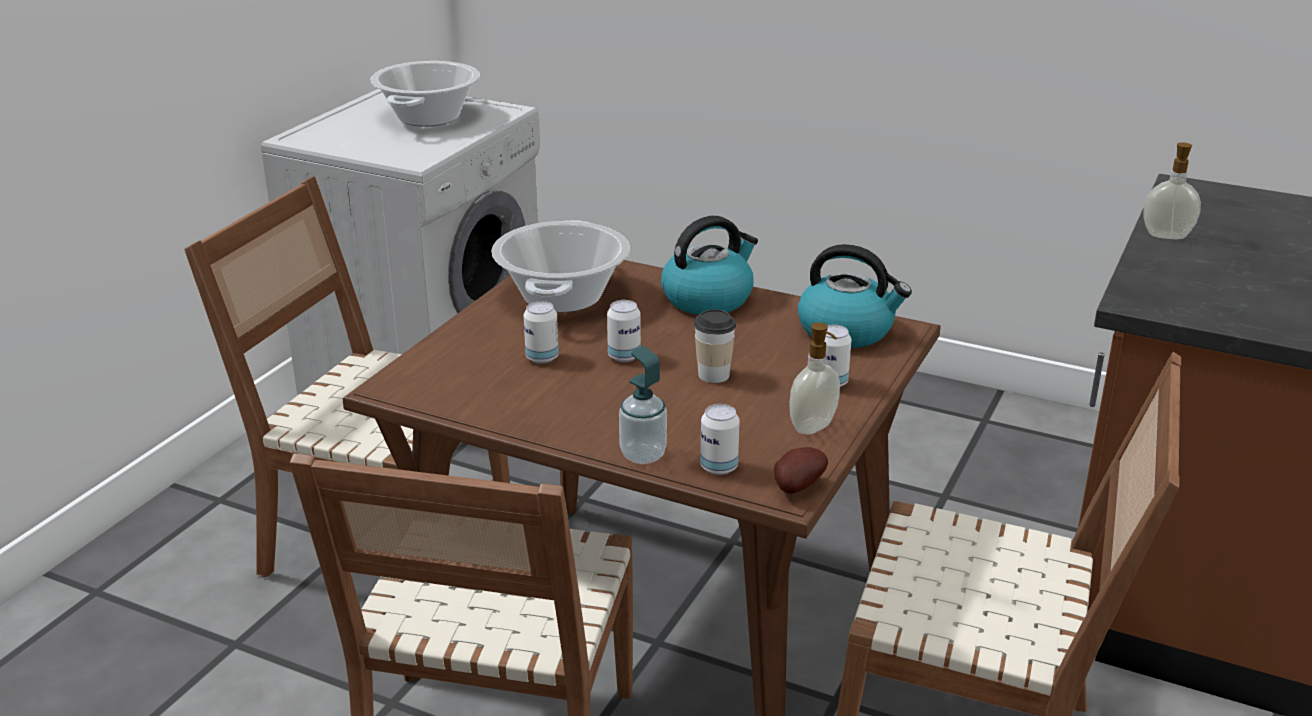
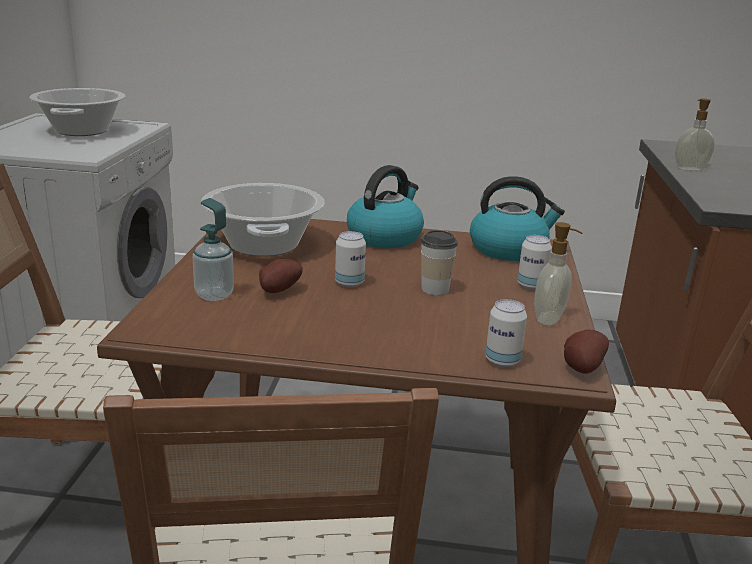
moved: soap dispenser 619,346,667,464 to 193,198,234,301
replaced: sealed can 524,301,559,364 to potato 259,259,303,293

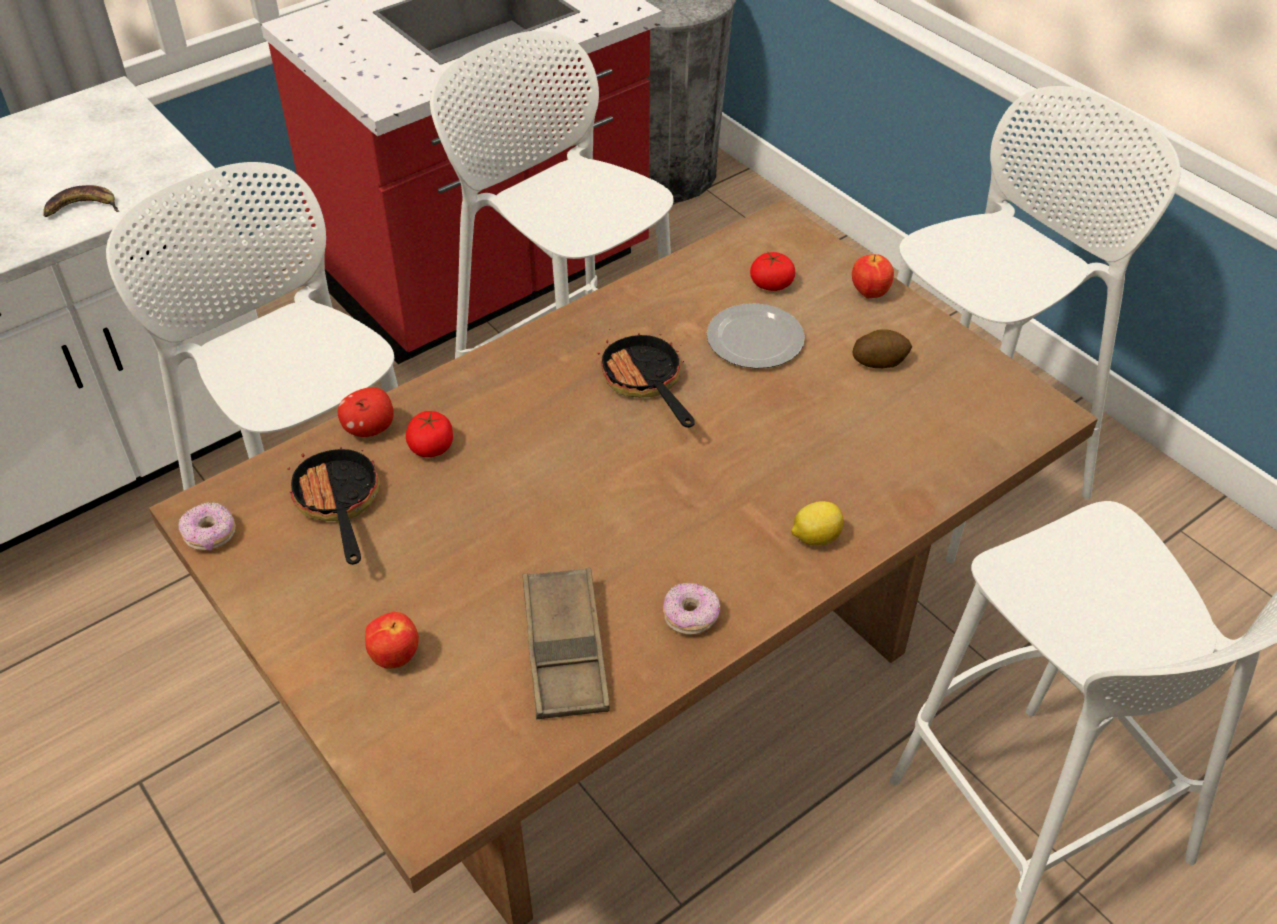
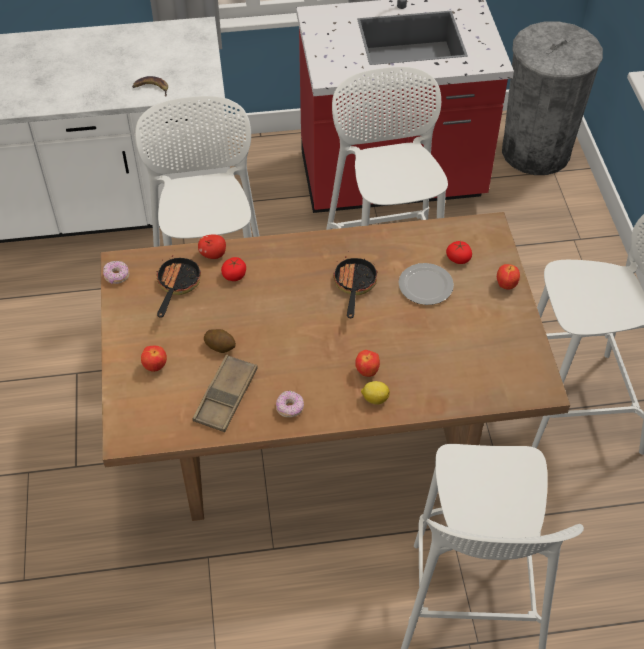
added: whole apple 355,350,380,377
moved: potato 853,329,912,368 to 204,329,236,353

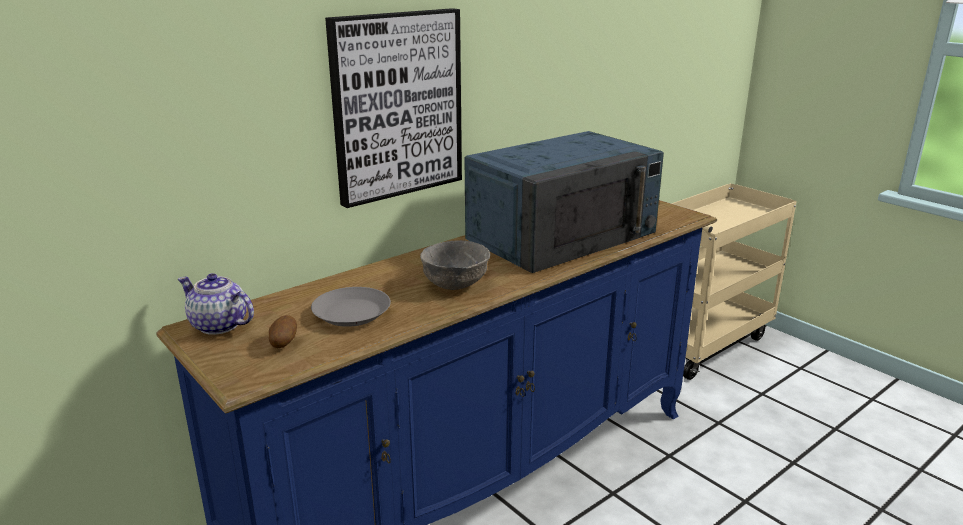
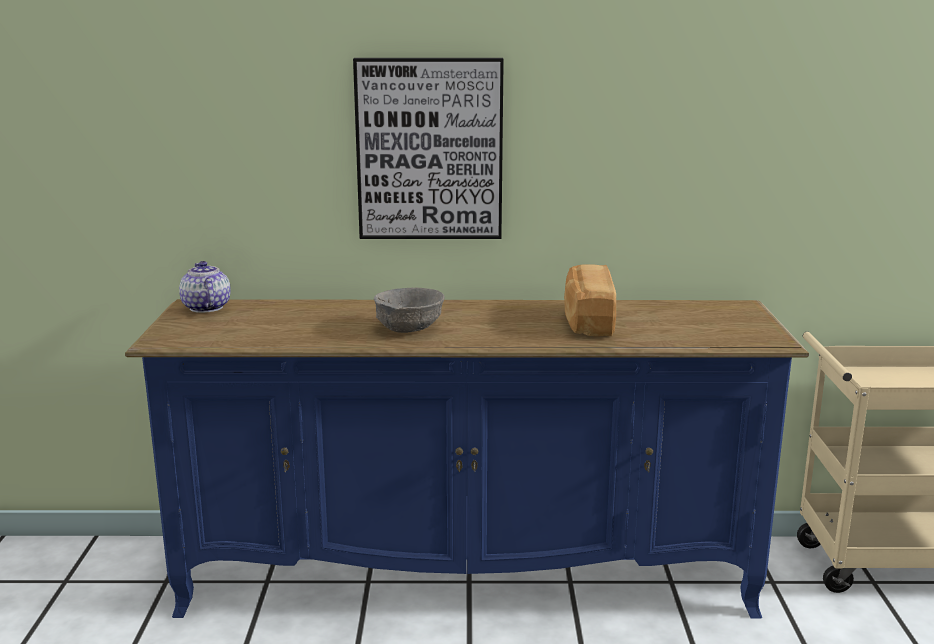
removed: potato 269,315,297,348; flat dish (greyish) 311,287,391,327
replaced: microwave (blue) 465,131,664,273 to bakery bread 564,264,616,336

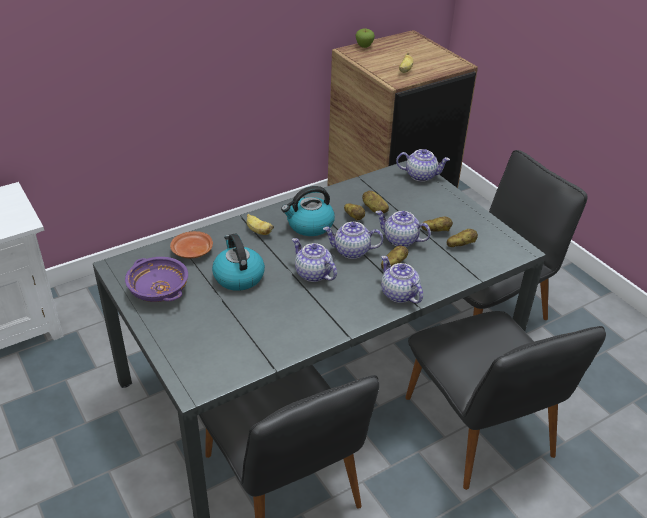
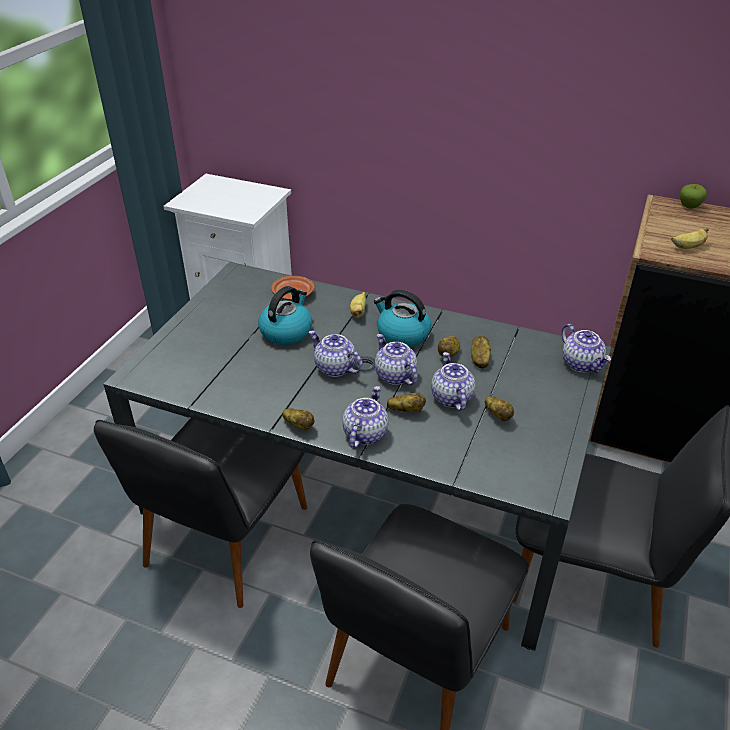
removed: bowl (purplish) 125,257,188,302
moved: potato 446,229,478,247 to 282,408,314,431
turned: teapot 292,238,337,282 = 309,330,363,377 60 degrees counterclockwise

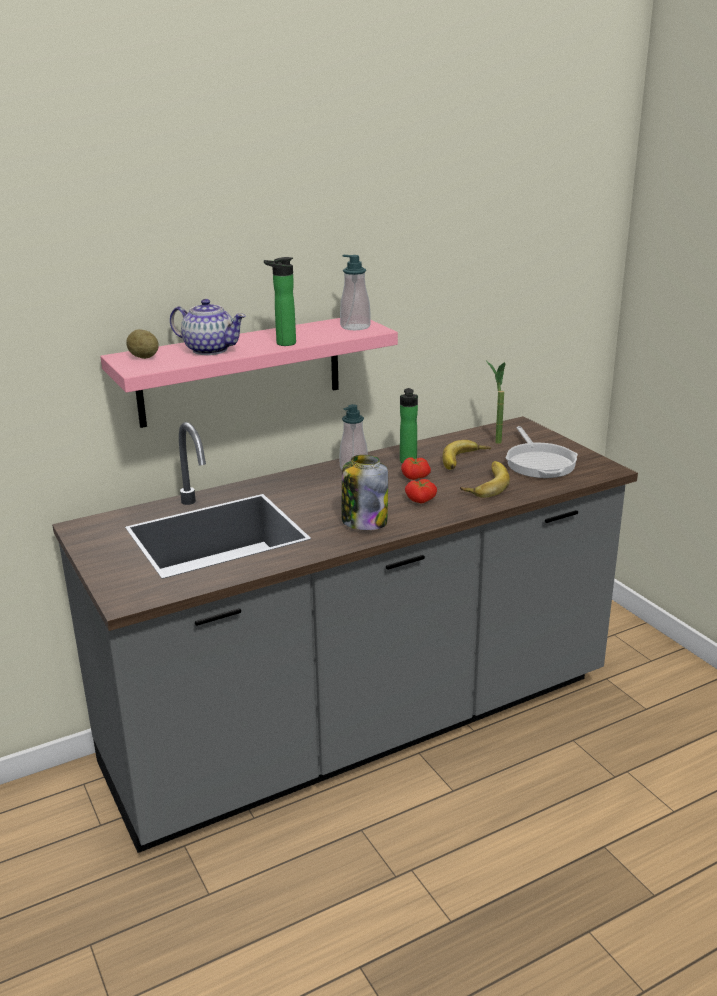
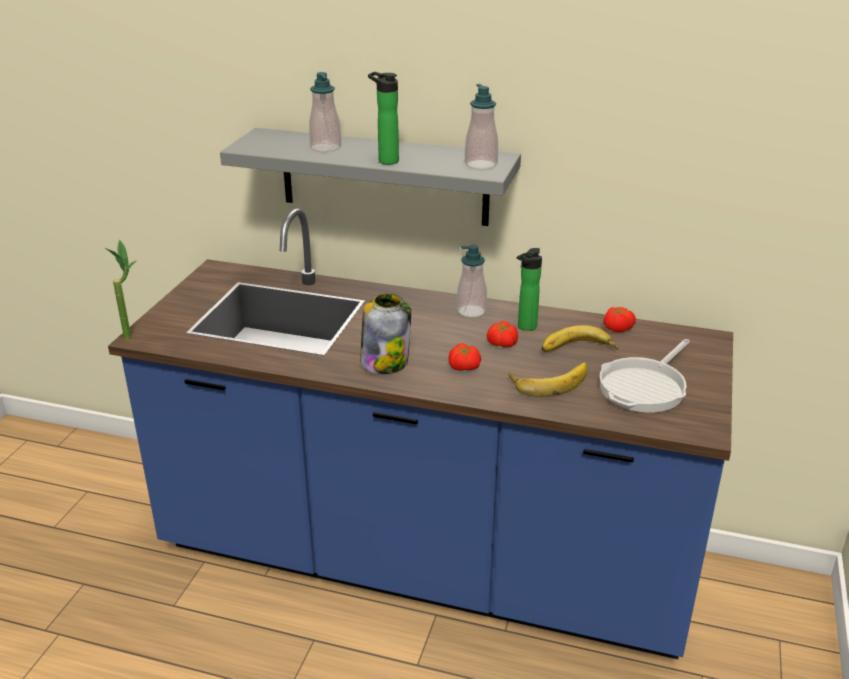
removed: potato 126,329,159,359
added: fresh tomato 604,307,636,332
moved: houseplant 486,361,505,444 to 105,240,136,340
replaced: teapot 170,299,246,355 to soap dispenser 309,72,341,152
recoloured: kitchen counter (greyish) 52,416,638,853 to kitchen counter (blue) 108,208,733,659; bracket shelf (pink-coloured) 100,318,398,428 to bracket shelf (greyish) 220,128,521,226

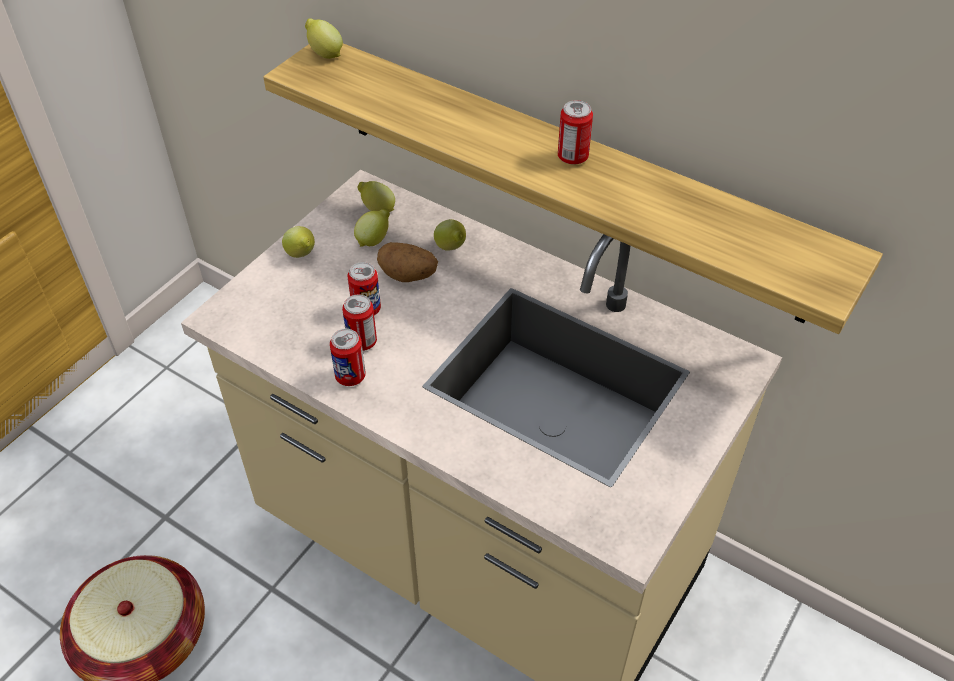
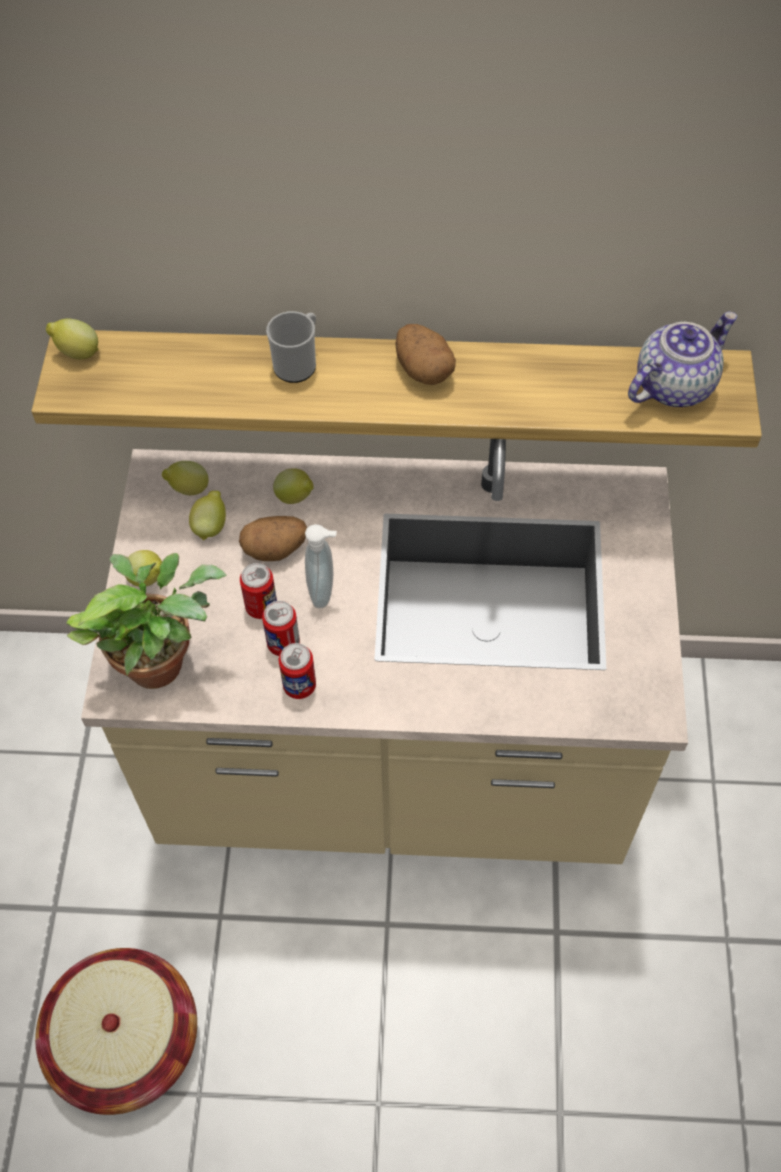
added: houseplant 66,553,227,689; tea mug 266,311,316,383; soap dispenser 305,524,337,608; teapot 628,311,738,407
replaced: sealed can 558,100,593,164 to potato 395,324,456,385

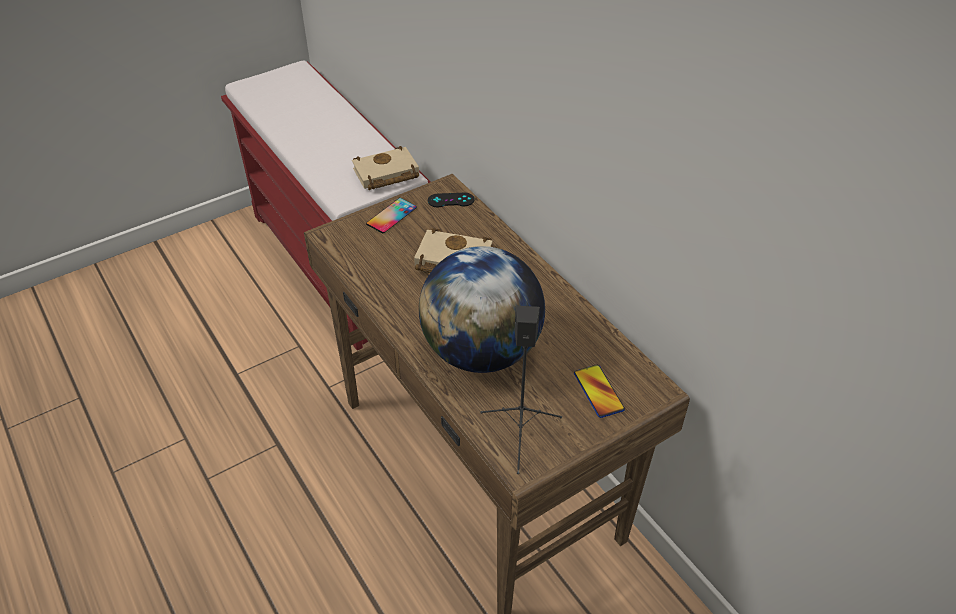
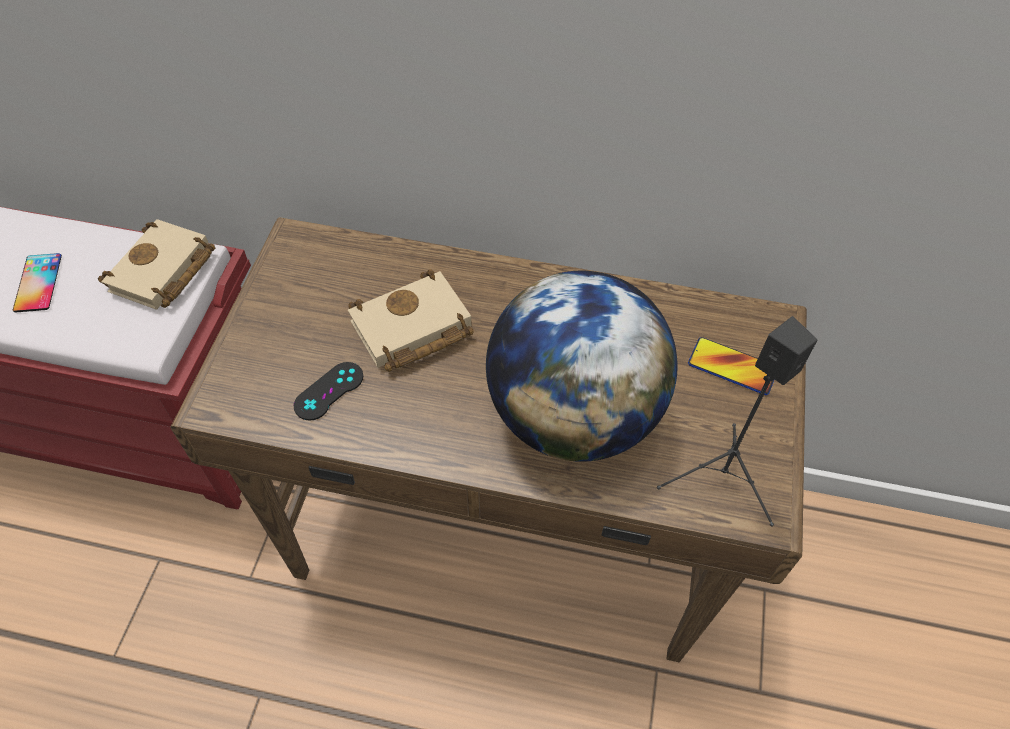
moved: phone 366,198,417,233 to 13,253,62,312; game controller (blackish) 428,193,474,208 to 293,362,363,421

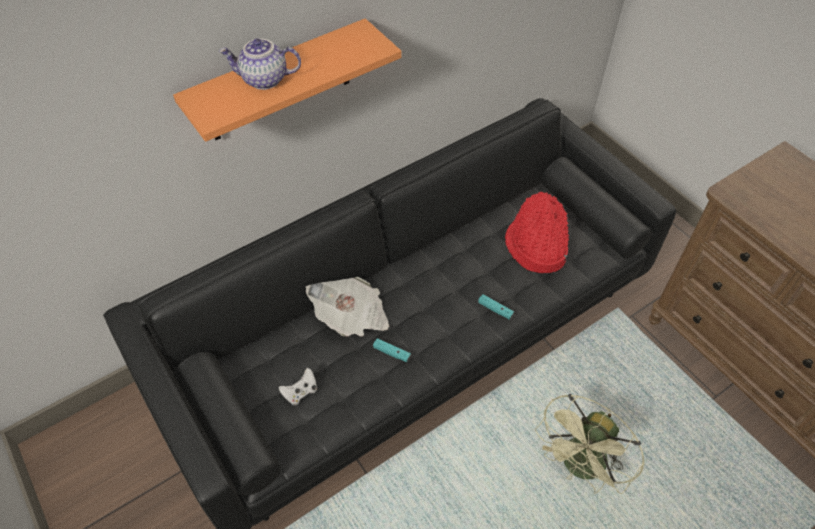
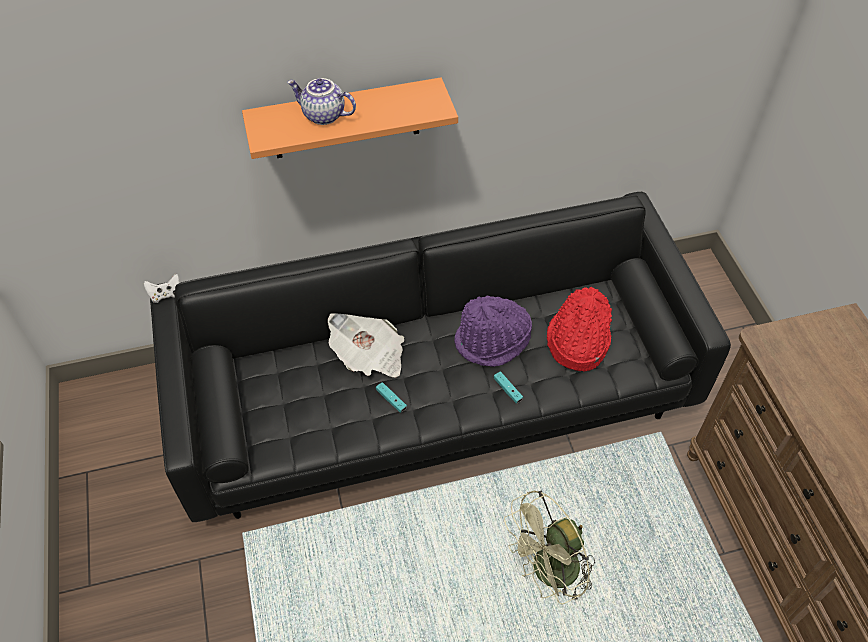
added: wearable hat (purplish) 454,296,532,367
moved: game controller (white-coloured) 279,368,317,405 to 144,274,180,303

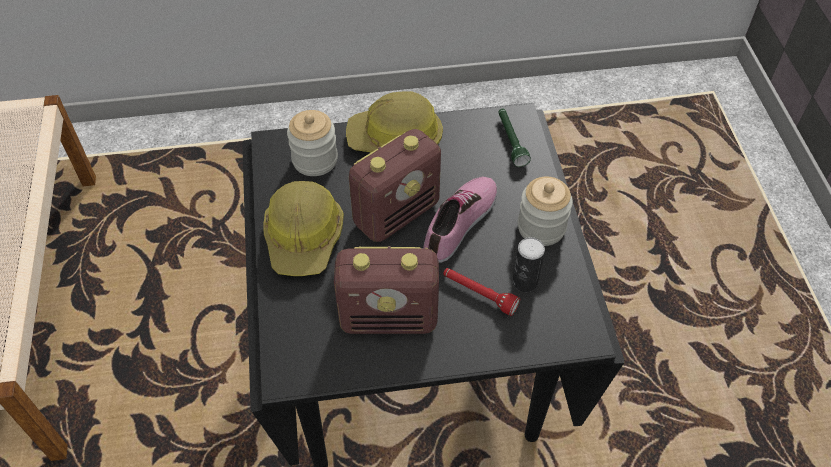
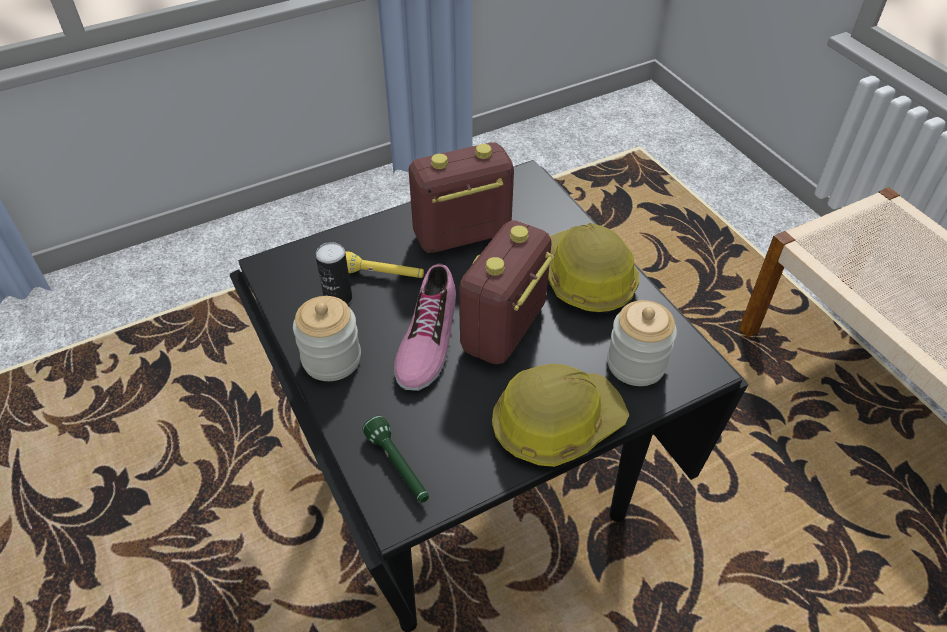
recoloured: torch (red-coloured) 443,268,520,316 to torch (yellow) 345,251,424,278

